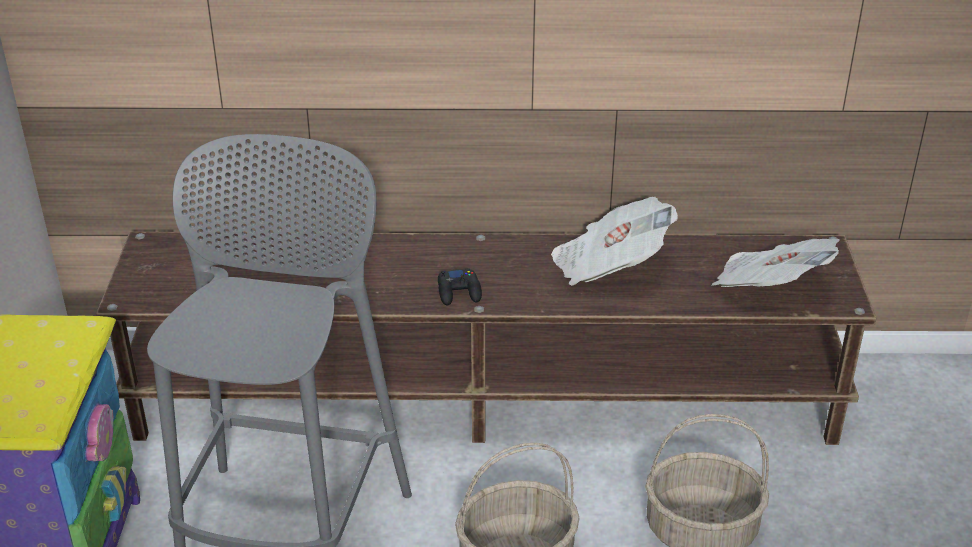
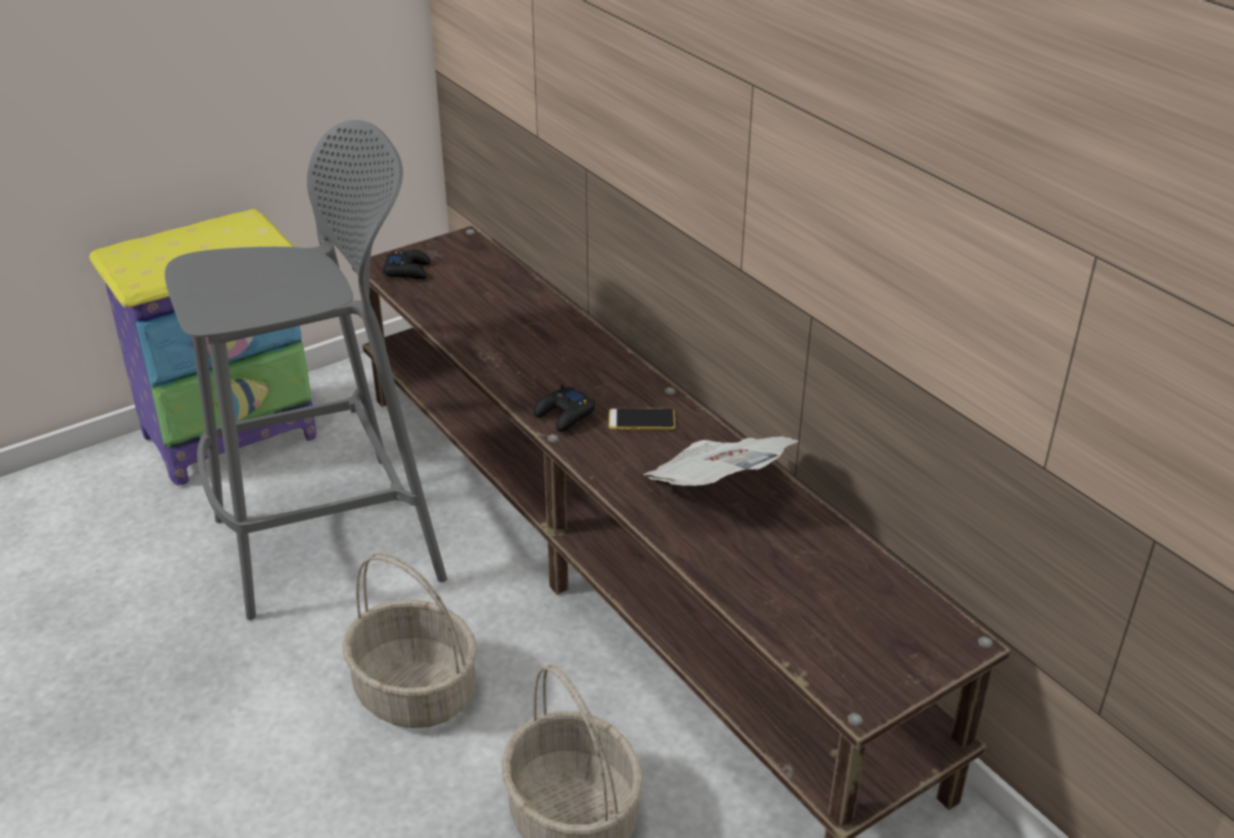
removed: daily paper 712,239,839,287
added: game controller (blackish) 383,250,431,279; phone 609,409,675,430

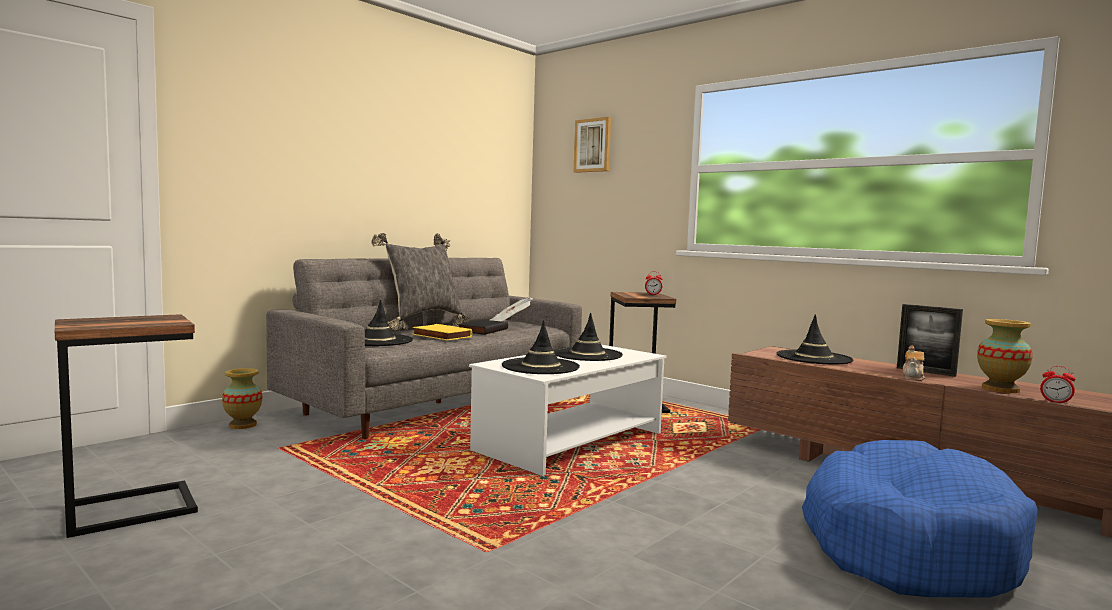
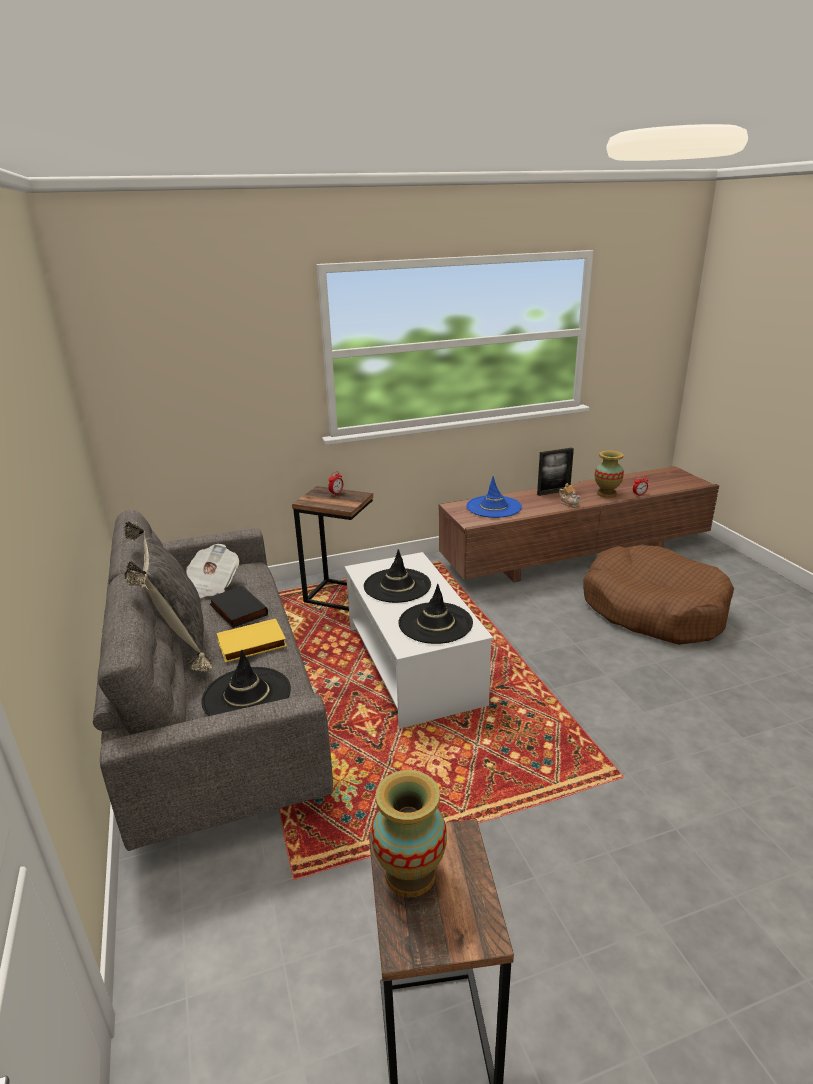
removed: picture 573,117,611,173
moved: flower vase 222,368,262,429 to 371,770,447,897
recoloured: wearable hat (blackish) 777,314,853,364 to wearable hat (blue) 466,476,522,518; pet bed (blue) 802,440,1038,597 to pet bed (brown) 583,545,734,645

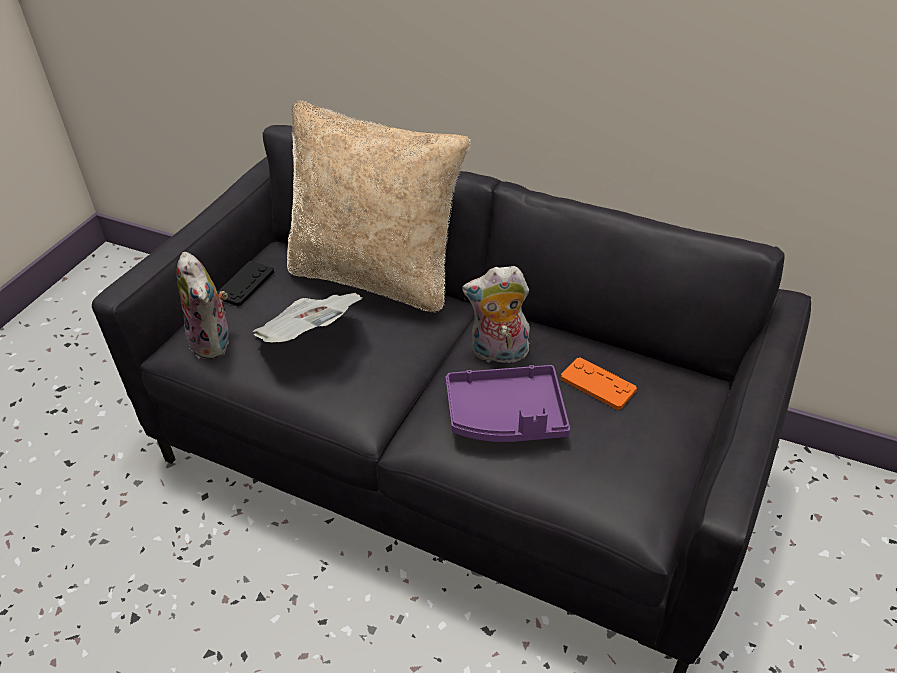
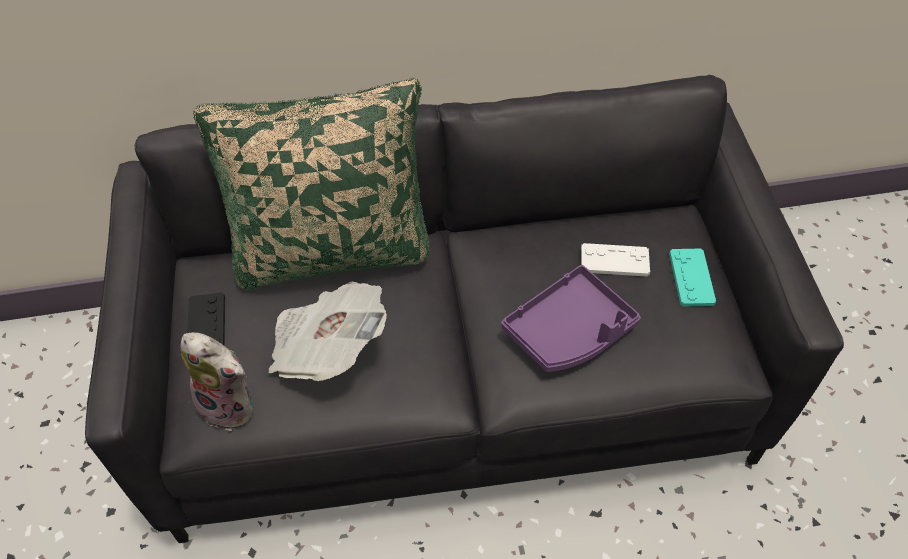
removed: soft toy 462,266,532,363
added: game controller (turquoise) 669,248,716,307
recoloured: cushion (beige-coloured) 287,99,471,313 to cushion (green) 193,78,430,290; game controller (orange) 560,357,637,410 to game controller (white-coloured) 581,243,650,277

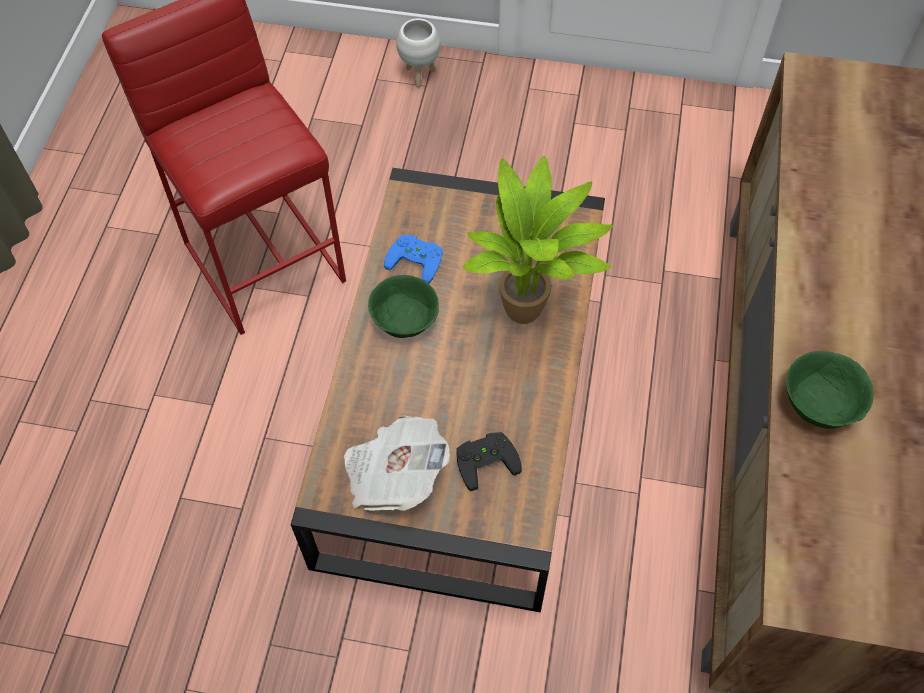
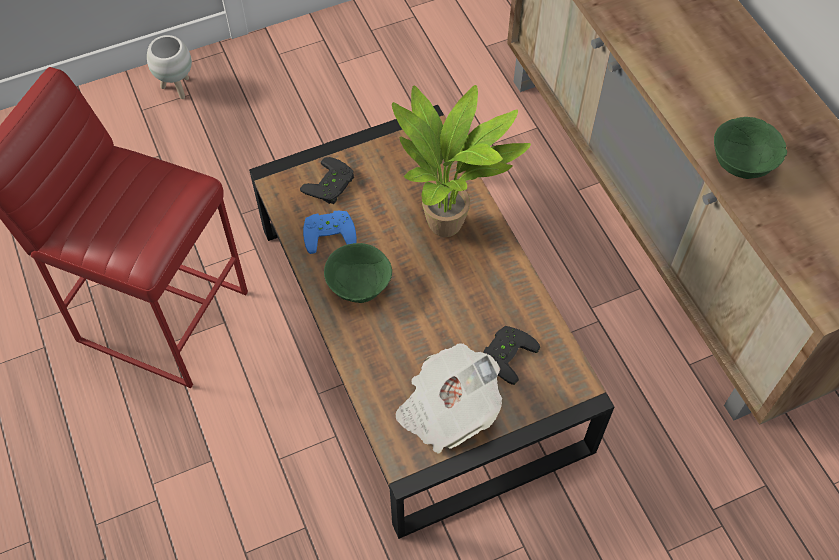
added: game controller (blackish) 300,157,354,204

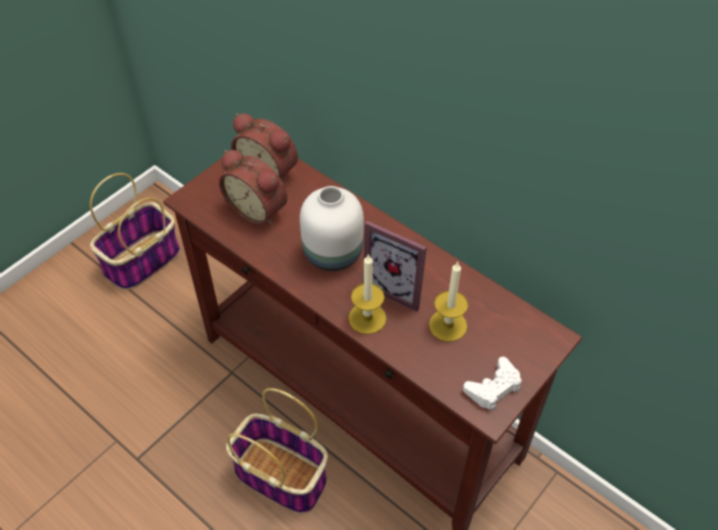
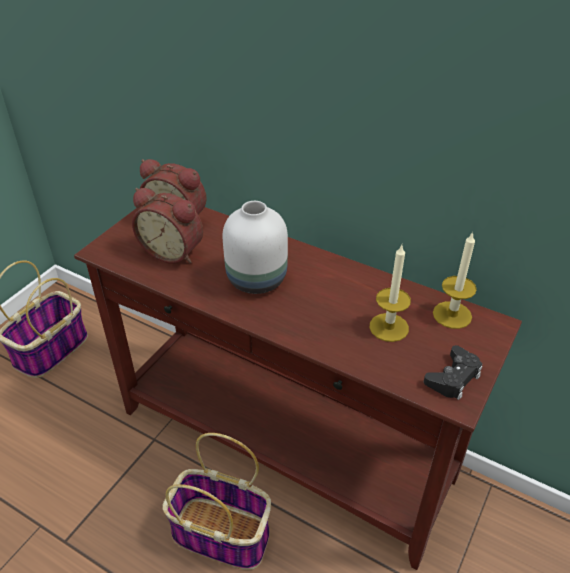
removed: standing frame 363,221,427,312
moved: wax light 348,254,386,334 to 433,231,477,329
recoloured: game controller (white-coloured) 463,357,522,411 to game controller (blackish) 424,345,482,400

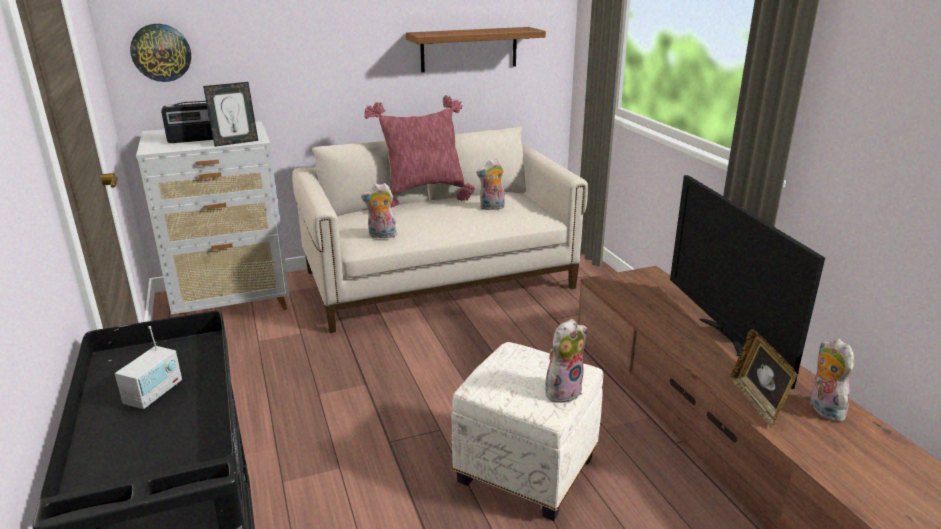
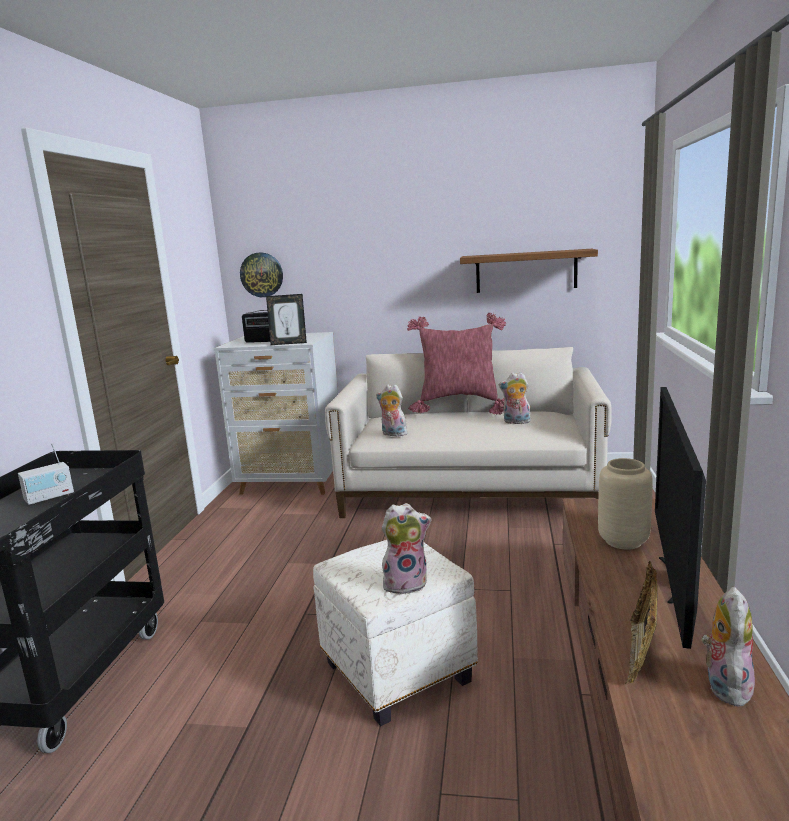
added: flower vase (beige-coloured) 598,458,653,549

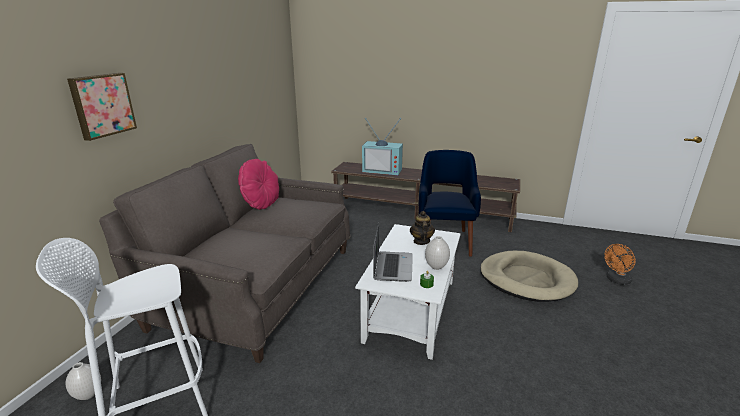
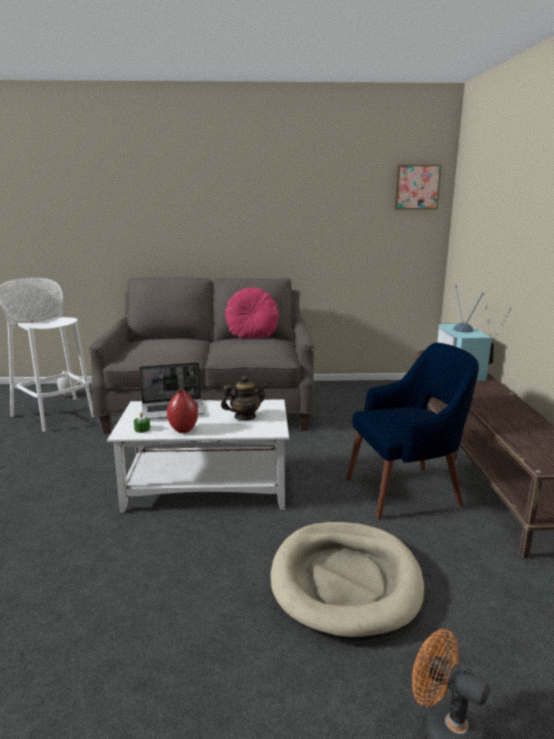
moved: picture 67,73,137,141 to 395,165,441,209
recoloured: flower vase (white-coloured) 425,236,450,270 to flower vase (red-coloured) 167,390,198,433

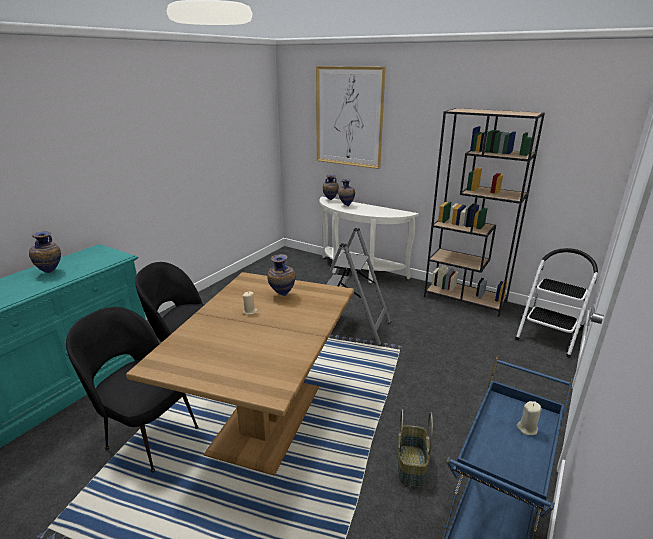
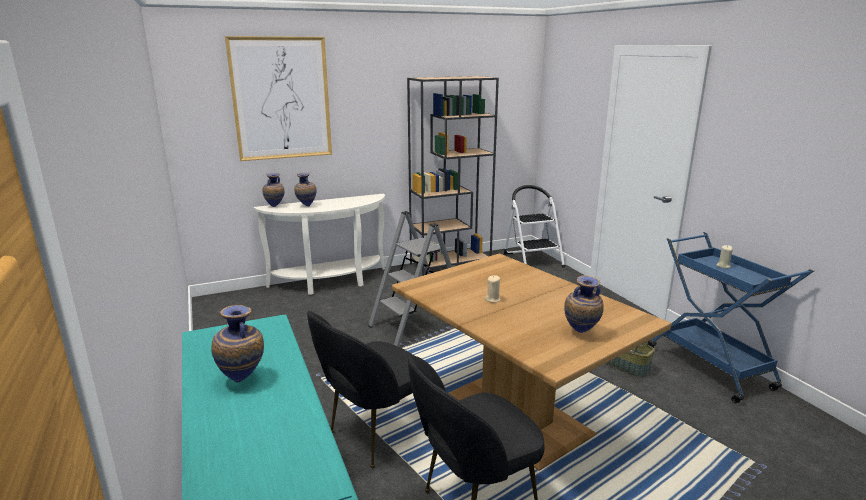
moved: flower vase 267,254,295,296 to 564,275,604,333

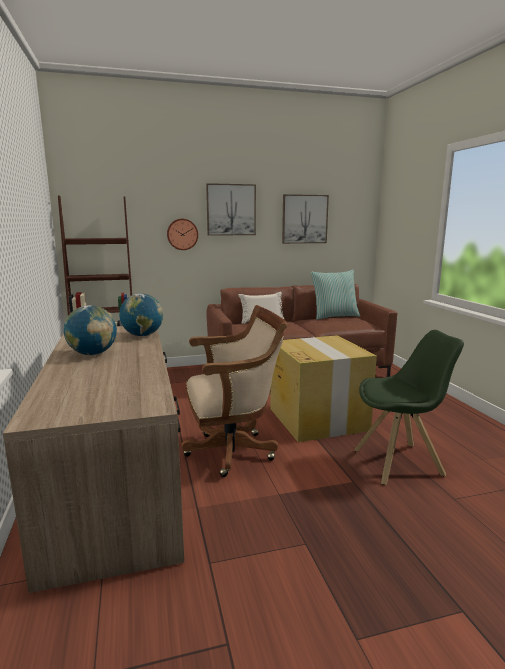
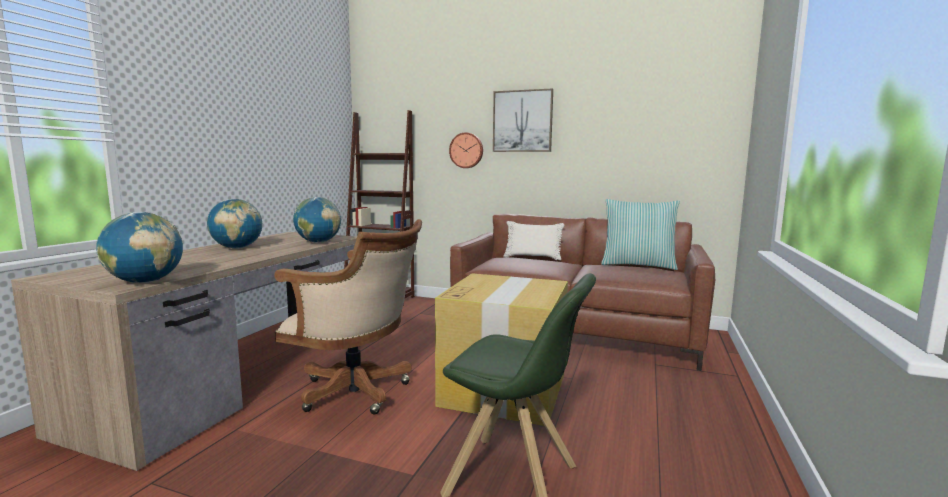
removed: picture 282,194,329,244
added: desk globe 96,212,183,283

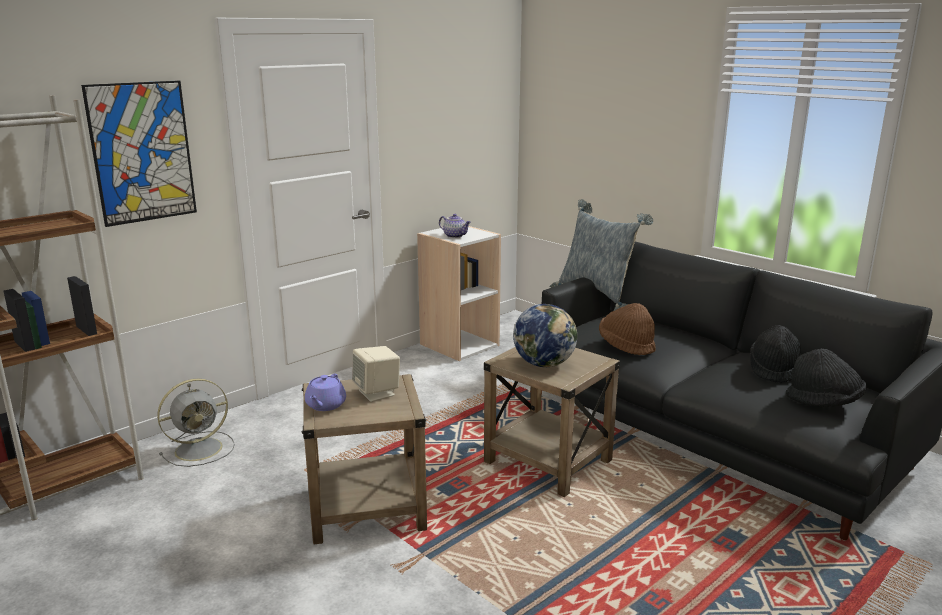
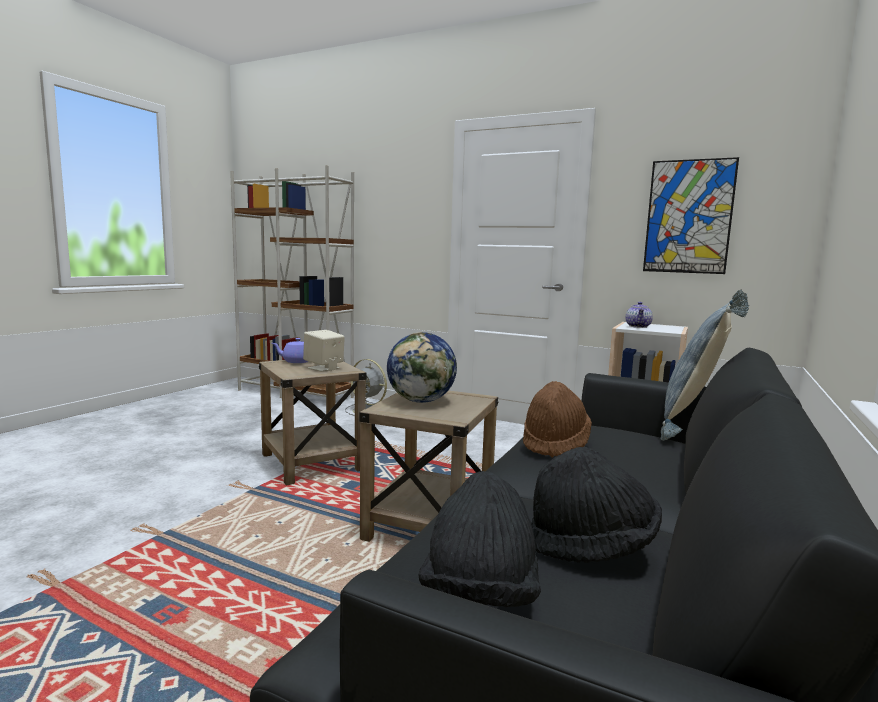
moved: picture 81,81,197,227 to 643,157,739,274

